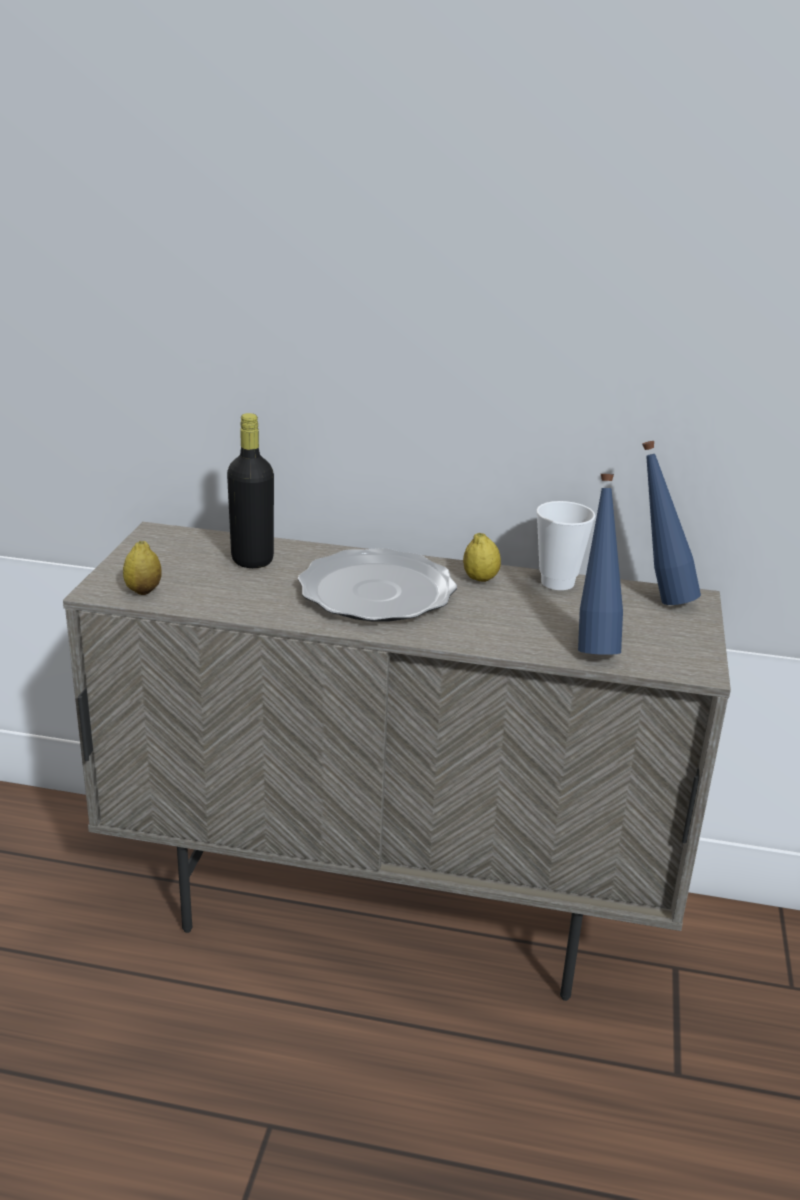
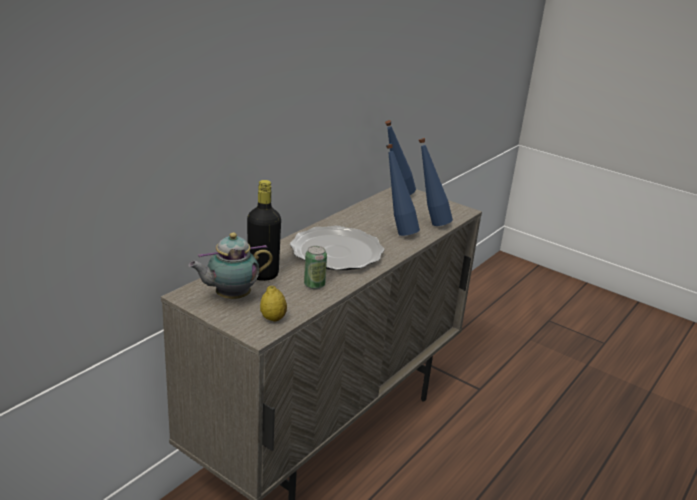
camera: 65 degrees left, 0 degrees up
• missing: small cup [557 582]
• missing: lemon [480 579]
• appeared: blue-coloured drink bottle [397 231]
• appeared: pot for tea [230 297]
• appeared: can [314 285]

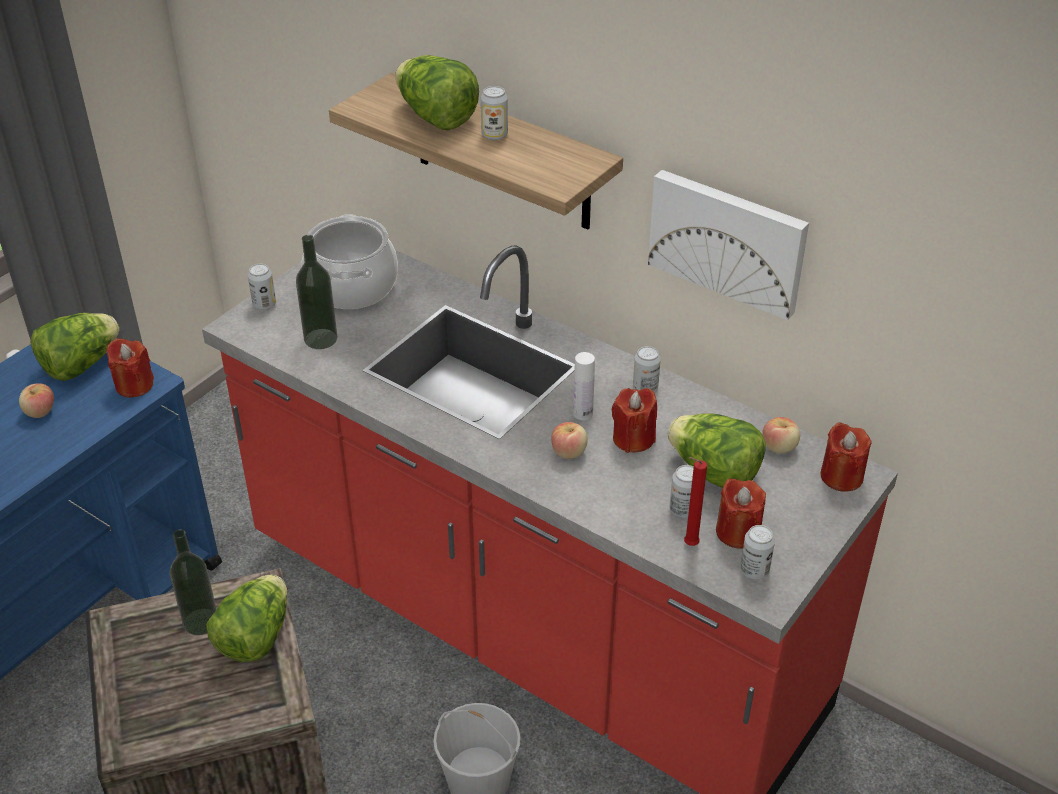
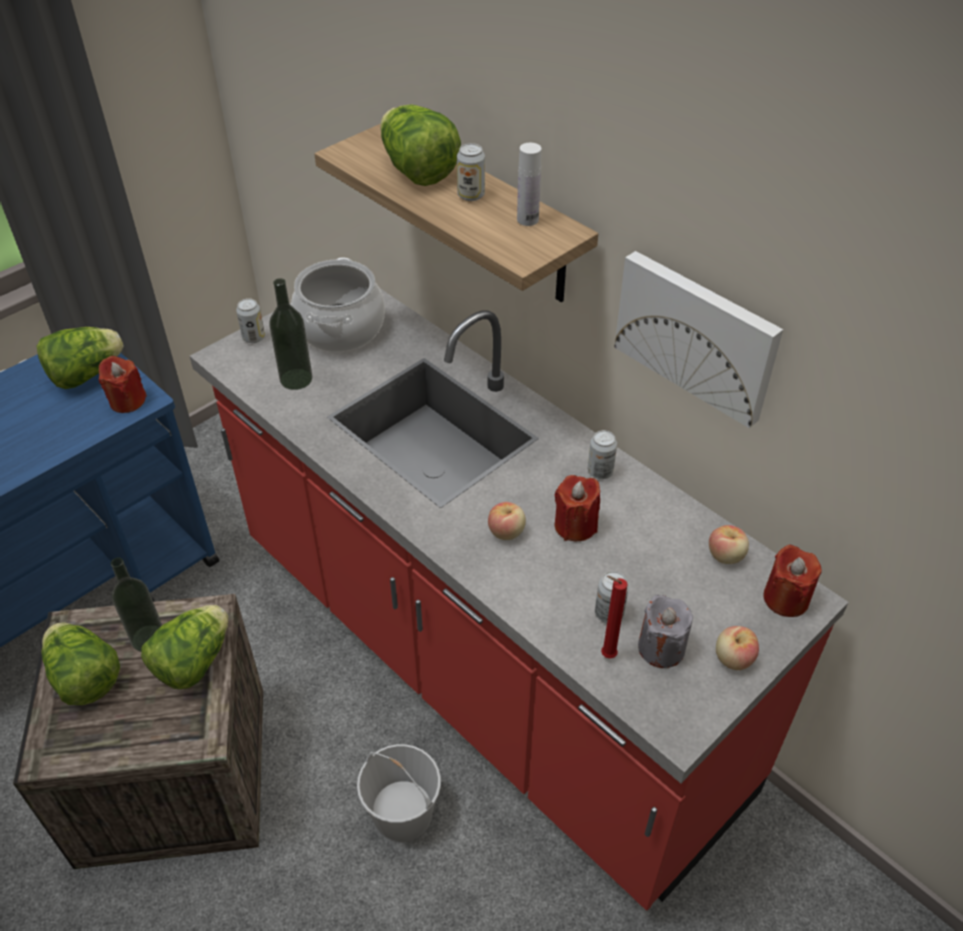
camera: 10 degrees right, 5 degrees up
• relocated: whitish drink bottle [582 413] to [527 220]
• relocated: apple fruit [40 412] to [733 659]
• relocated: lettuce head [714 473] to [85 678]
• colour: red wax candle [737 532] to grey wax candle [661 648]
• missing: can [754 570]

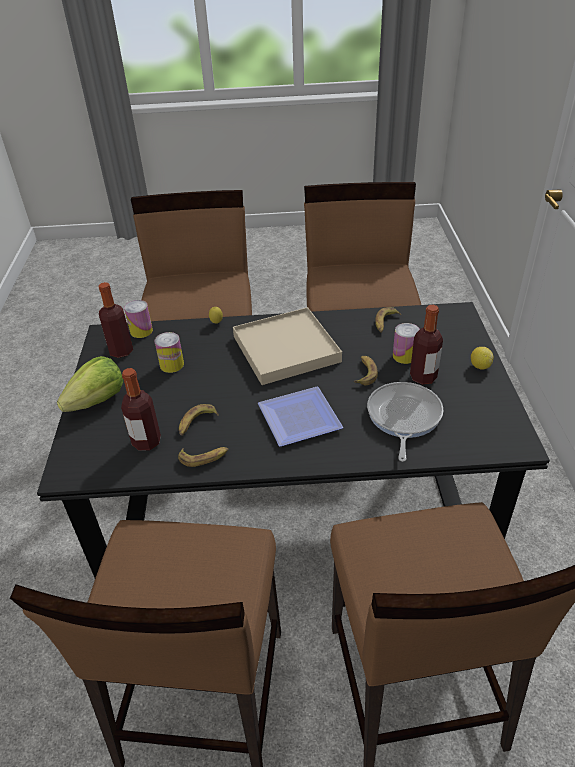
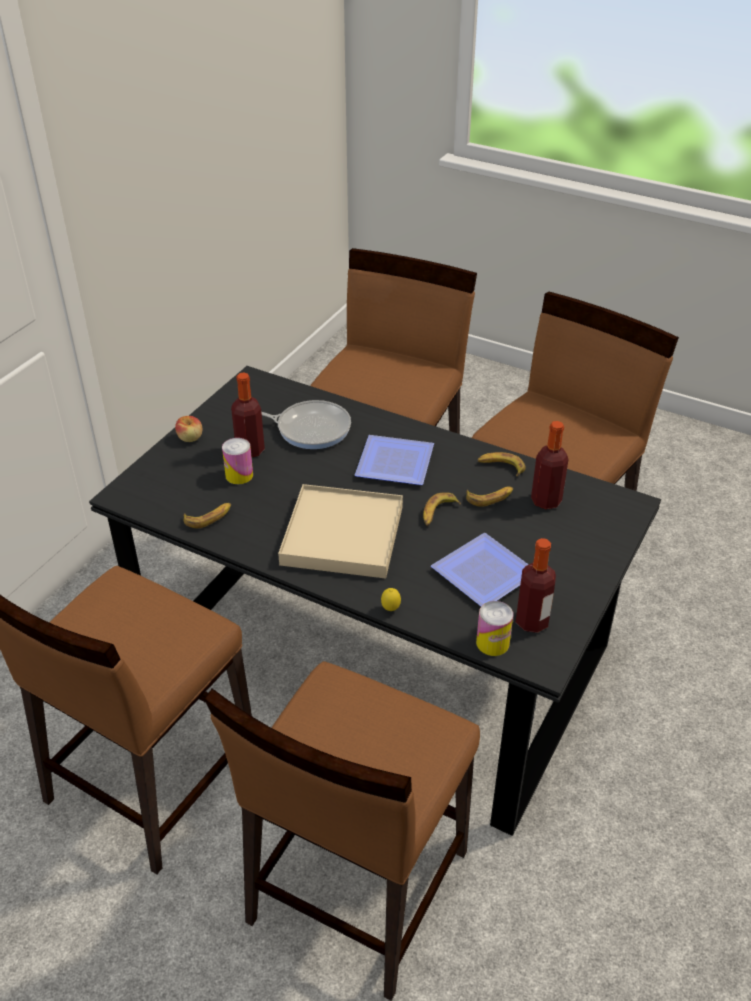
camera: 150 degrees left, 0 degrees up
• exchanged: can [172 365] to dinner plate [480 573]
• exchanged: lemon [480 366] to apple fruit [190 438]
• missing: lettuce head [98 400]
• relocated: banana [364 373] to [438 513]
• spun: skillet [403 417] = [309 428] 120 degrees counterclockwise

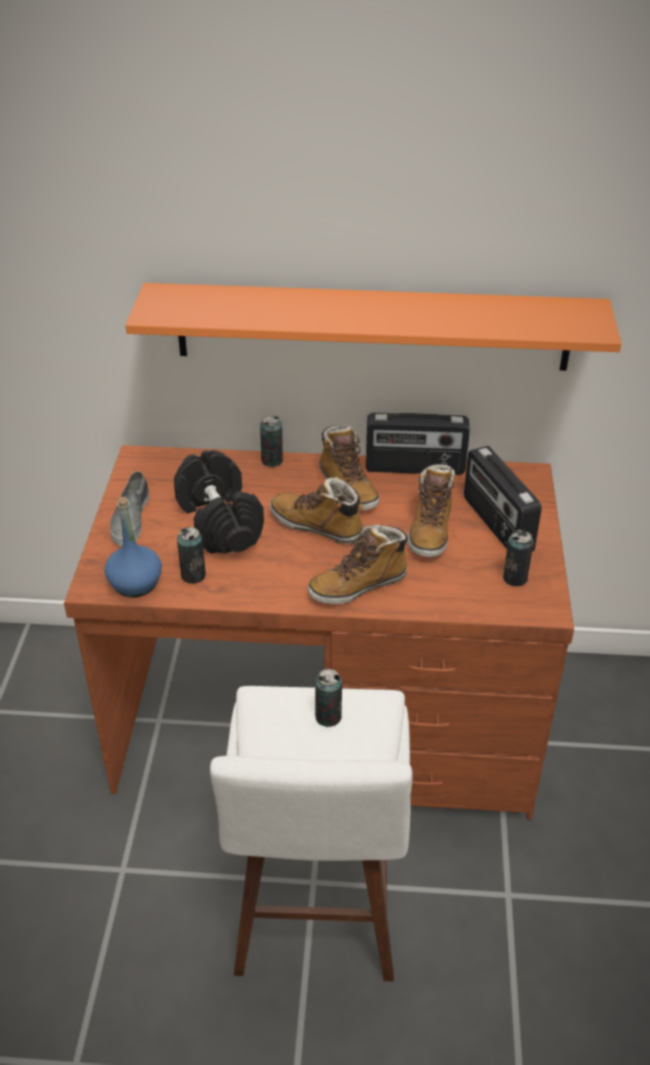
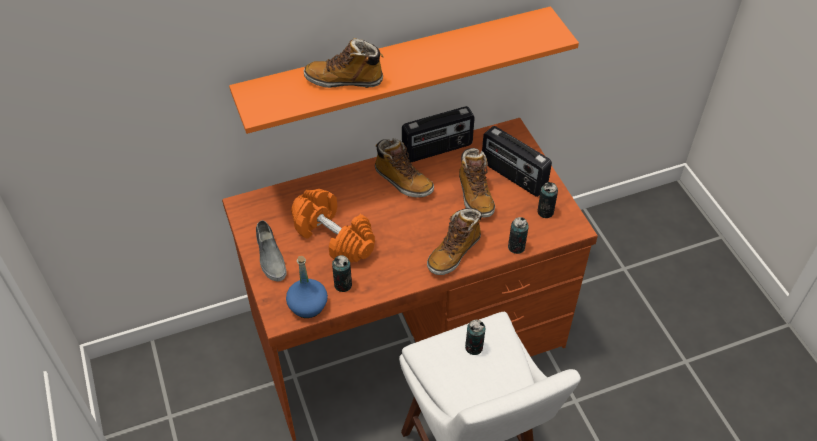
camera: 25 degrees left, 10 degrees up
• relocated: can [272 461] to [516 247]
• colour: blackish free weight [220 522] to orange-coloured free weight [334 237]
• relocated: boot [317 526] to [344 80]

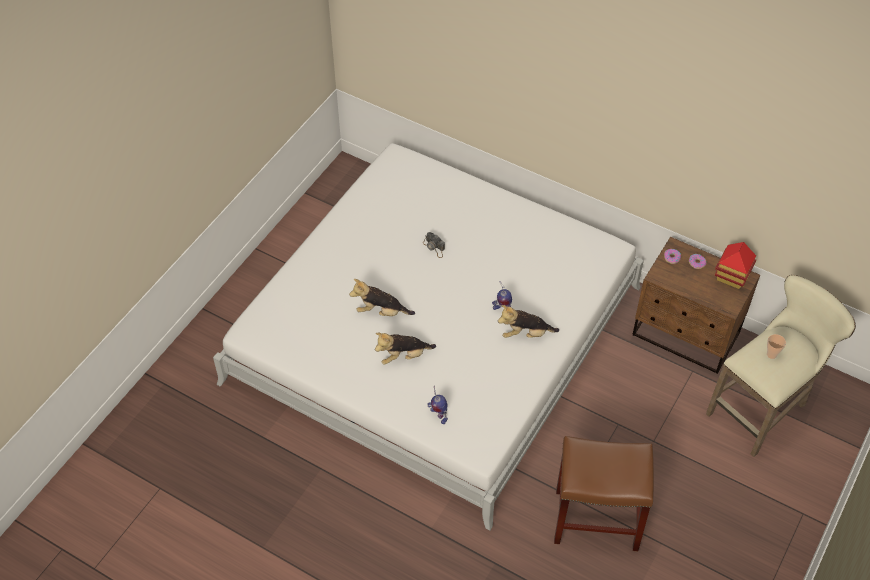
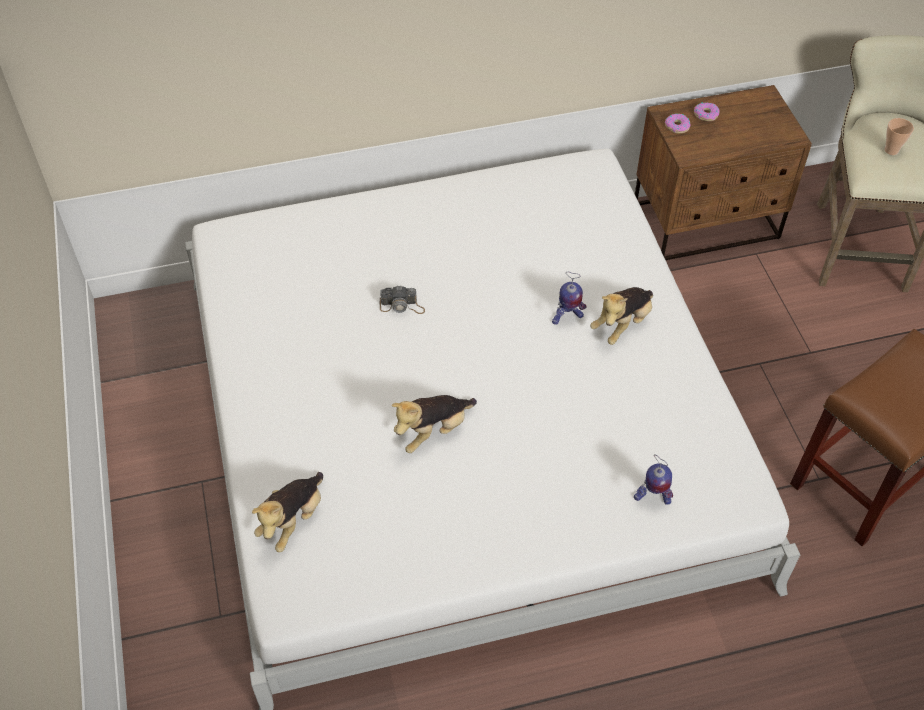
camera: 45 degrees left, 0 degrees up
• missing: miniature house [731 277]
• relocated: cuddly toy [403 356] to [293 520]

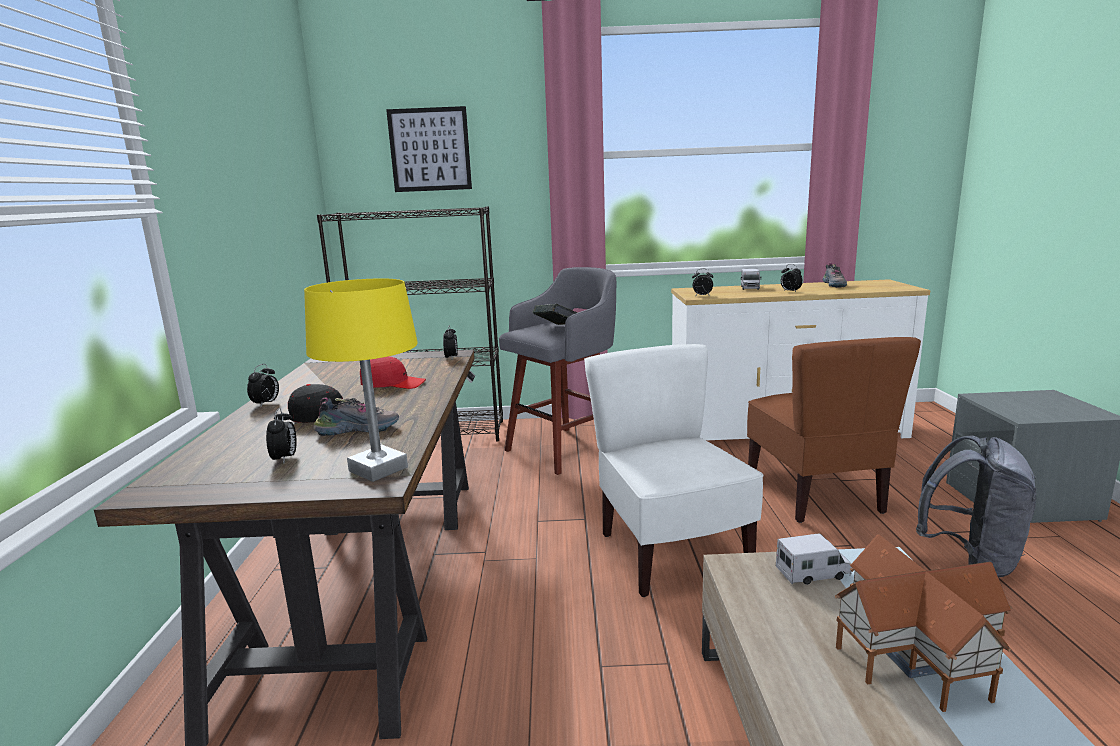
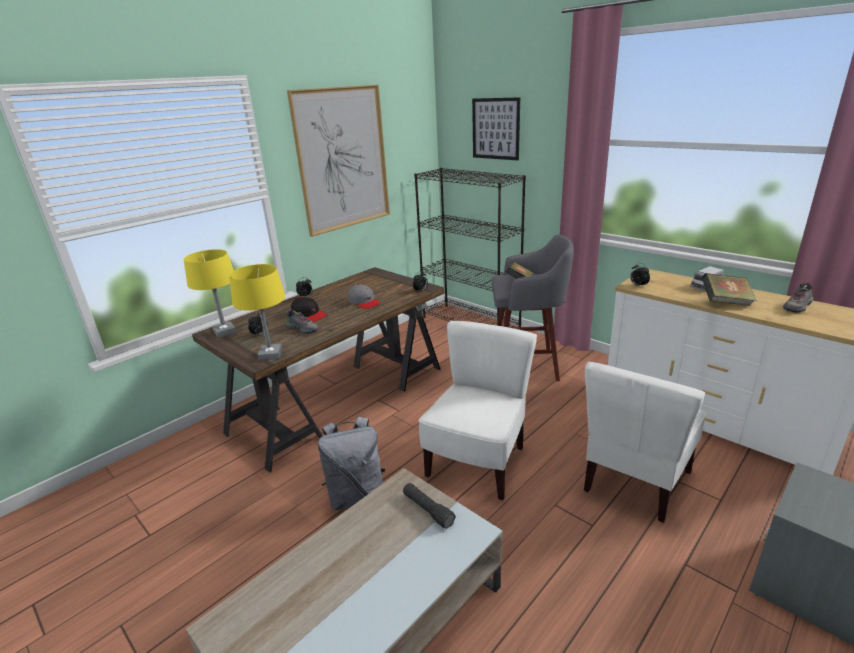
camera: 45 degrees right, 10 degrees up
• exchanged: alarm clock [790 291] to book [725 302]
• colour: brown chair [815 495] to whitish chair [635 481]
• colour: red baseball cap [392 384] to grey baseball cap [364 302]
• relocated: grey rucksack [970 559] to [356 496]
• exchanged: toy truck [813 573] to blackish flashlight [428 510]
• missing: miniature house [915 652]
• appeared: wall art [343 159]
• appeared: yellow lamp for a table [225 332]

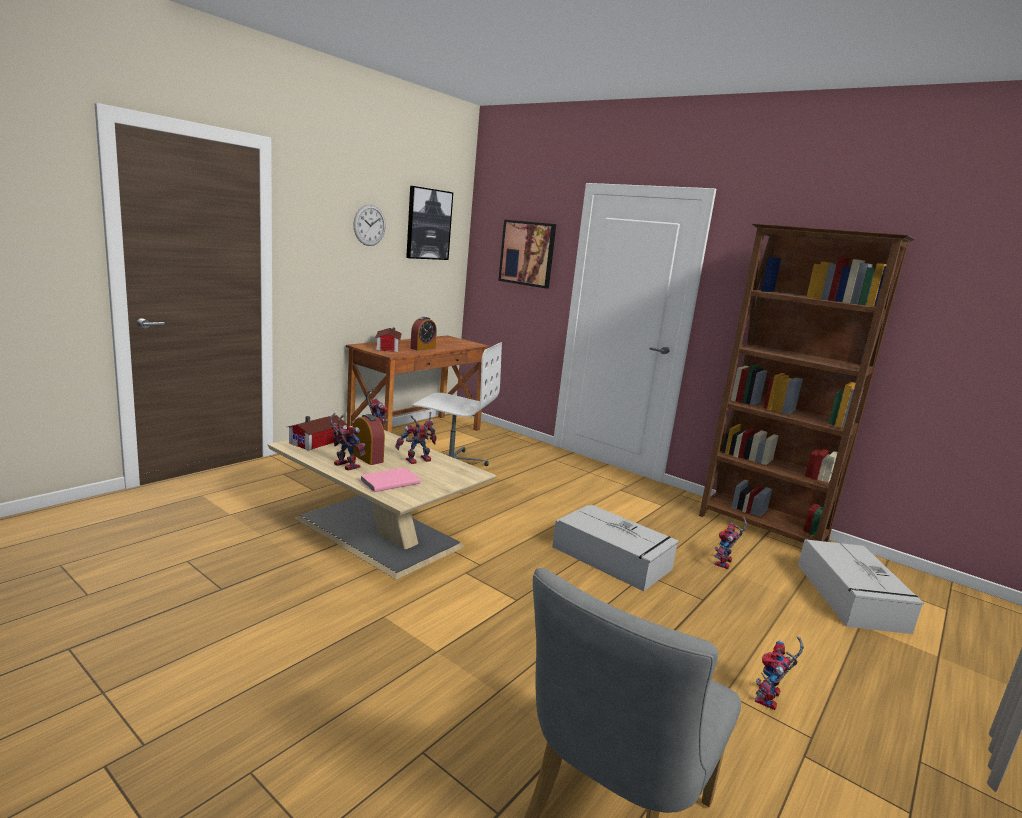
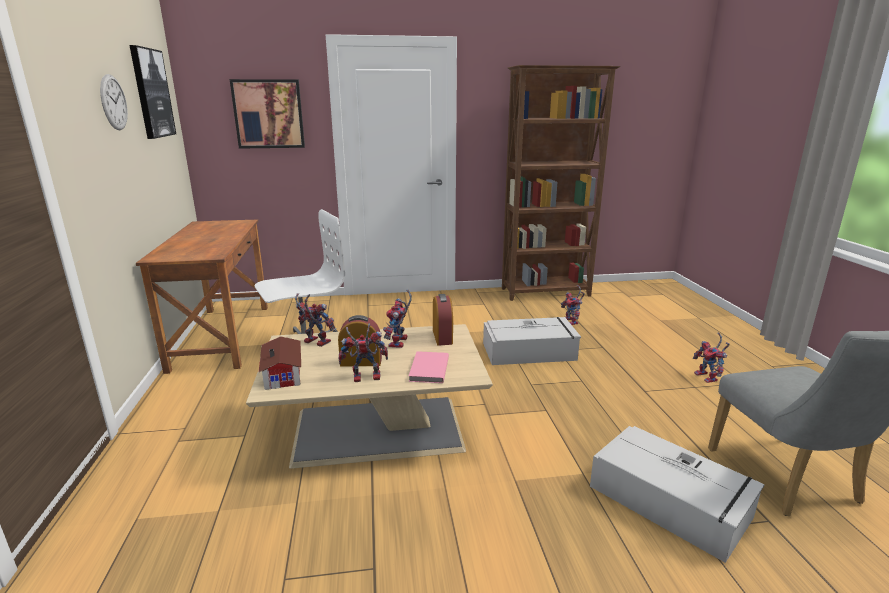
camera: 45 degrees left, 5 degrees up
• relocated: alarm clock [422 348] to [442 337]
• missing: miniature house [387 347]
• relocated: grey storage container [851 598] to [671 503]

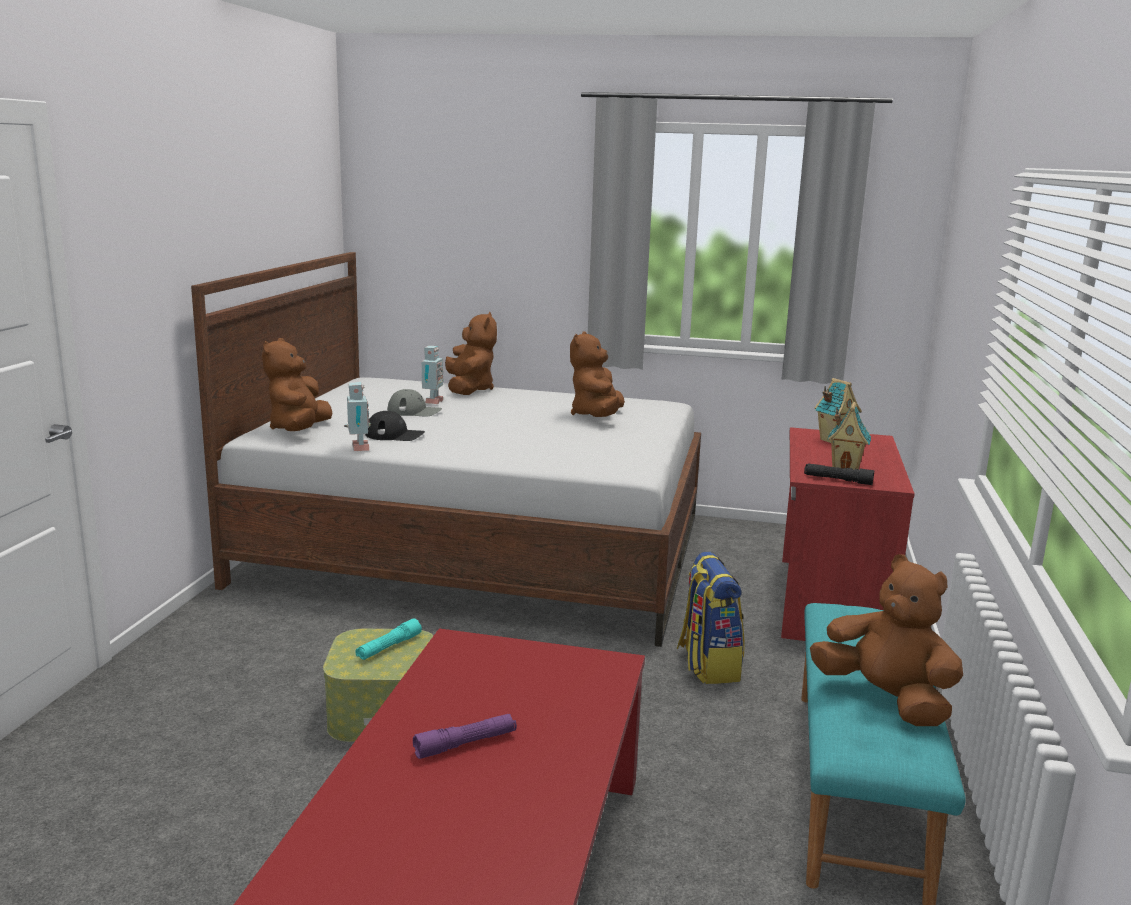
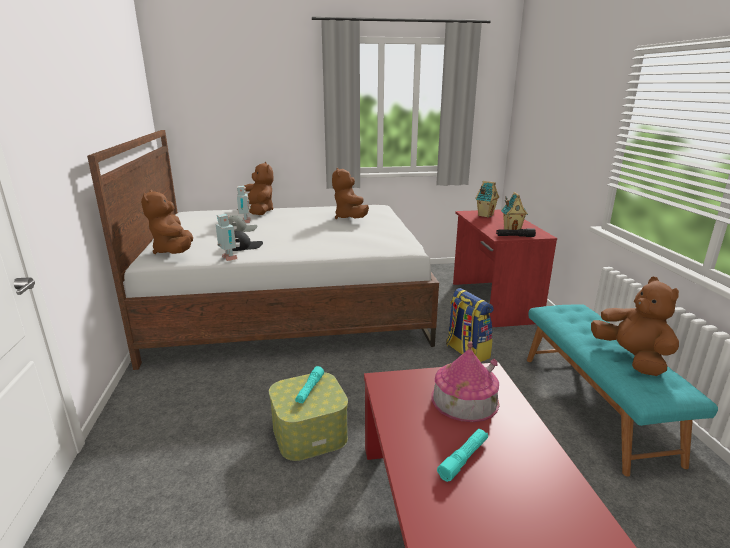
camera: 20 degrees left, 5 degrees up
• spun: brown cuddly toy [885 700] = [631 358] 45 degrees clockwise
• colour: purplish flashlight [465 744] to turquoise-coloured flashlight [463 459]
• appeared: miniature house [464 400]

